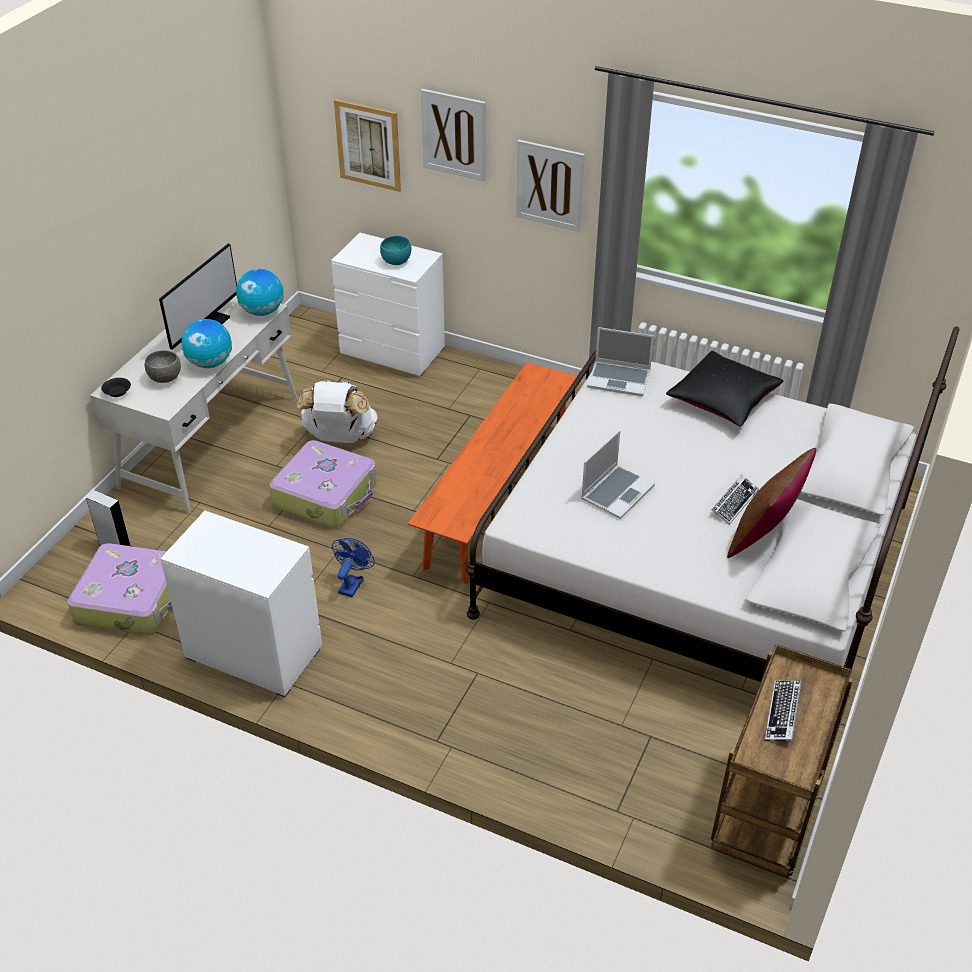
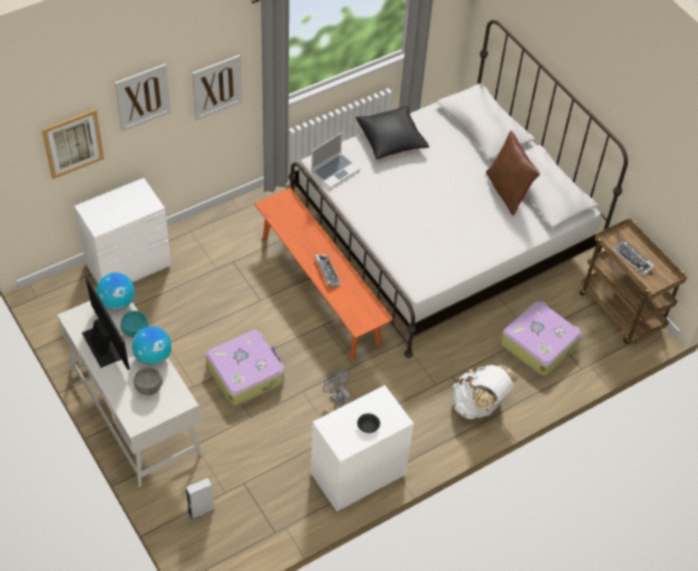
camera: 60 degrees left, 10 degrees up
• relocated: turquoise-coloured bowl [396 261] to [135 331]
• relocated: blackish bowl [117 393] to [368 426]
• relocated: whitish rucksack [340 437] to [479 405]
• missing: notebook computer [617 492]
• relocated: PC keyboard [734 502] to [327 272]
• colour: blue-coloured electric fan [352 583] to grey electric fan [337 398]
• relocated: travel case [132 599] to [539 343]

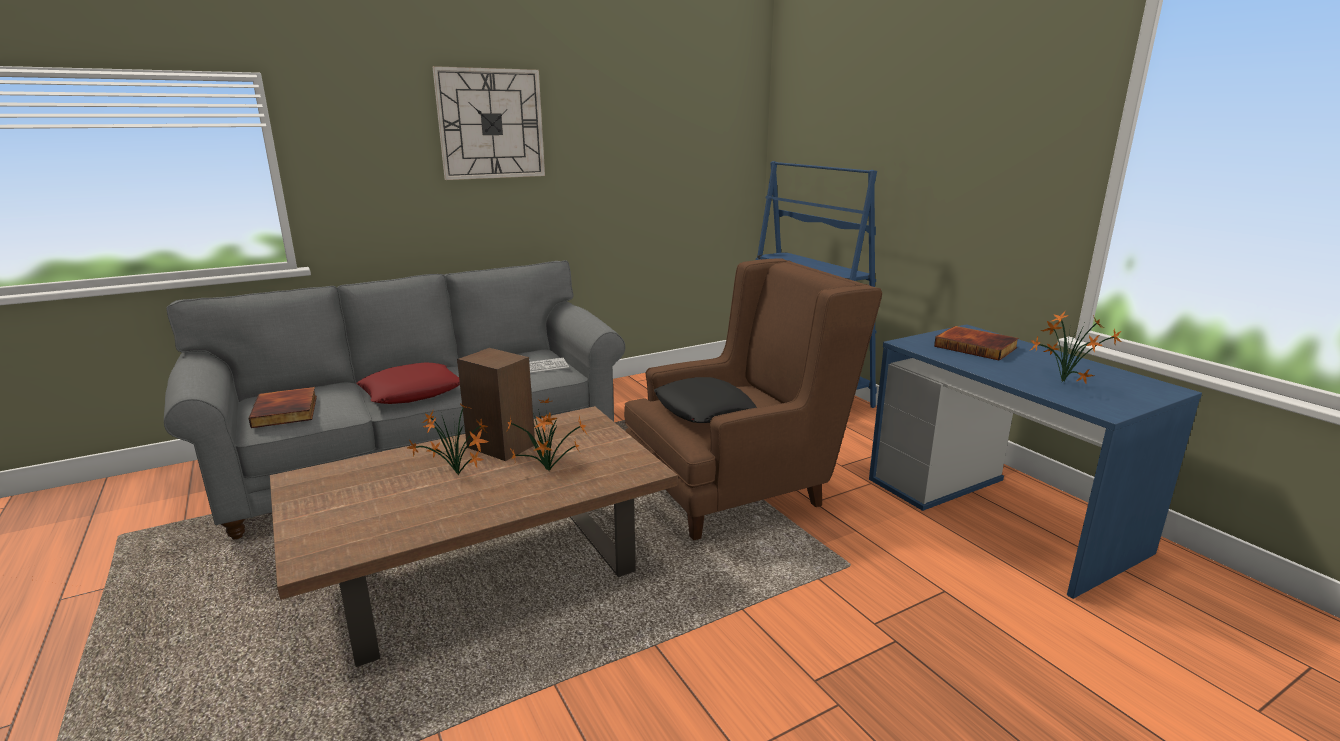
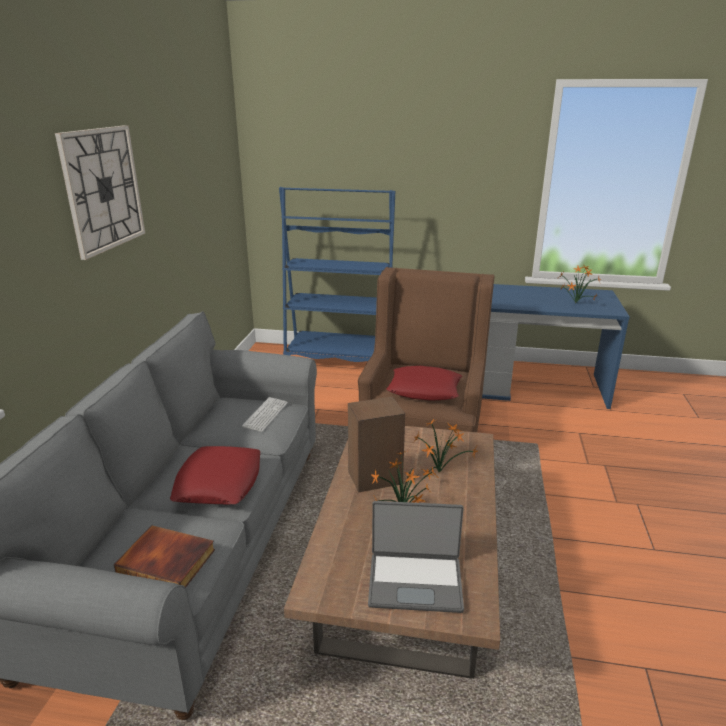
camera: 50 degrees left, 5 degrees up
• missing: book [976 347]
• colour: blackish cushion [704 409] to red cushion [424 390]
• appeared: notebook computer [415 581]

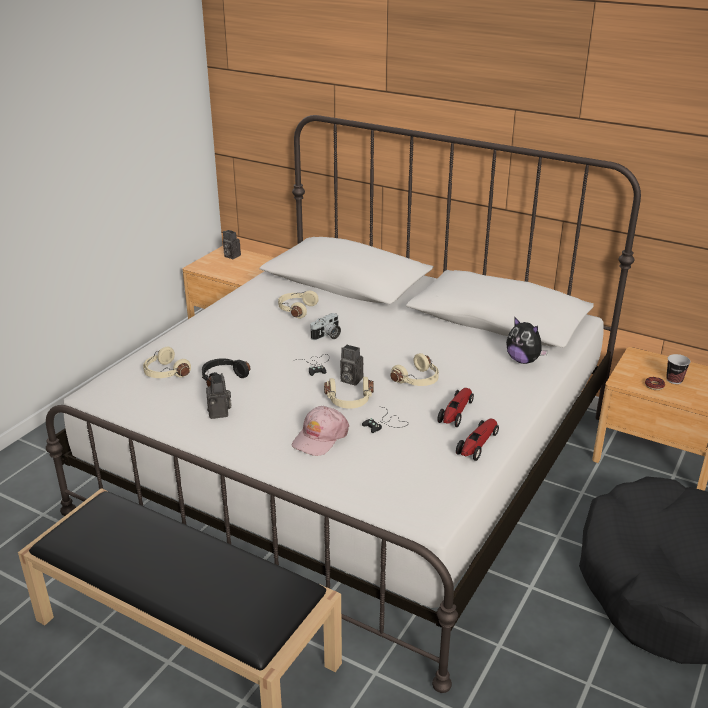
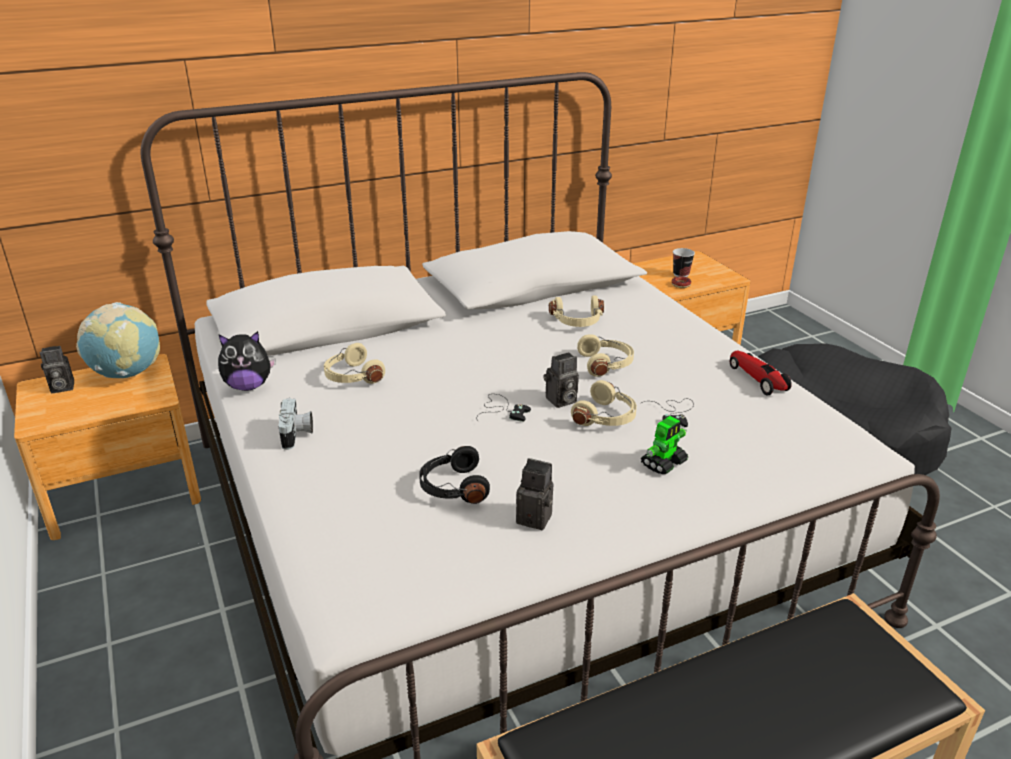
camera: 55 degrees left, 0 degrees up
• relocated: photo camera [327 336] to [297 434]
• relocated: cuddly toy [523 360] to [248 386]
• relocated: beige pair of headphones [165 373] to [577 322]
• missing: miniature car [456 413]
• exchanged: pink-coloured baseball cap [320 437] to model robot [664 463]
• appeared: desk globe [127 373]

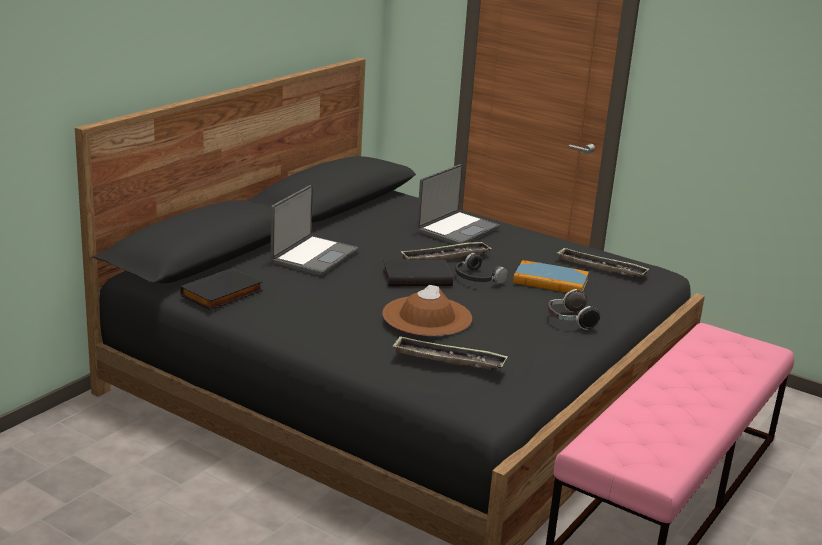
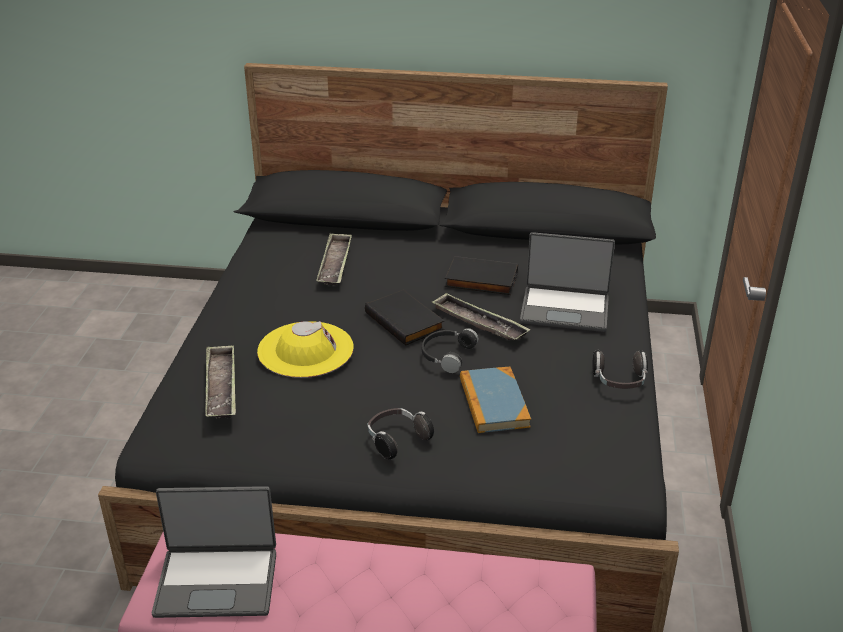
camera: 65 degrees right, 10 degrees up
• relocated: notebook computer [313 257] to [217 581]
• relocated: tray [601 268] to [335 264]
• relocated: blackish book [222 294] to [480 280]
• colour: brown clothing hat [427 316] to yellow clothing hat [305 350]
• appeared: pair of headphones [619 382]

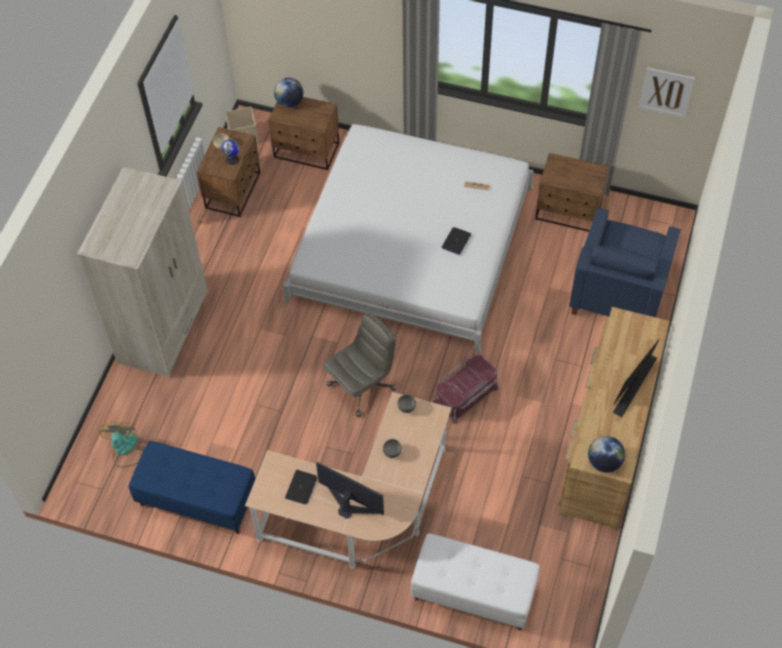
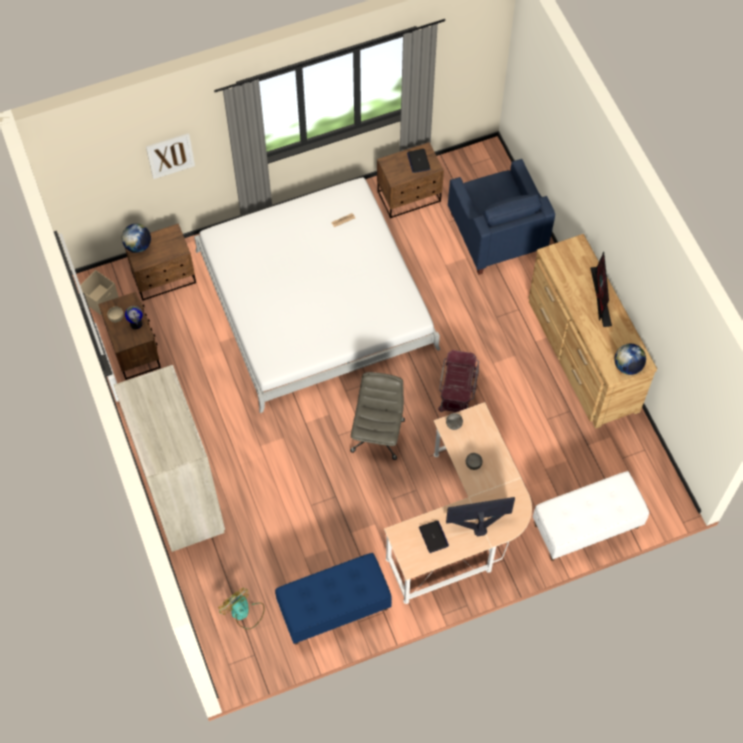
camera: 40 degrees left, 5 degrees up
• relocated: wall art [666 92] to [170 155]
• relocated: notebook computer [456 241] to [418 161]

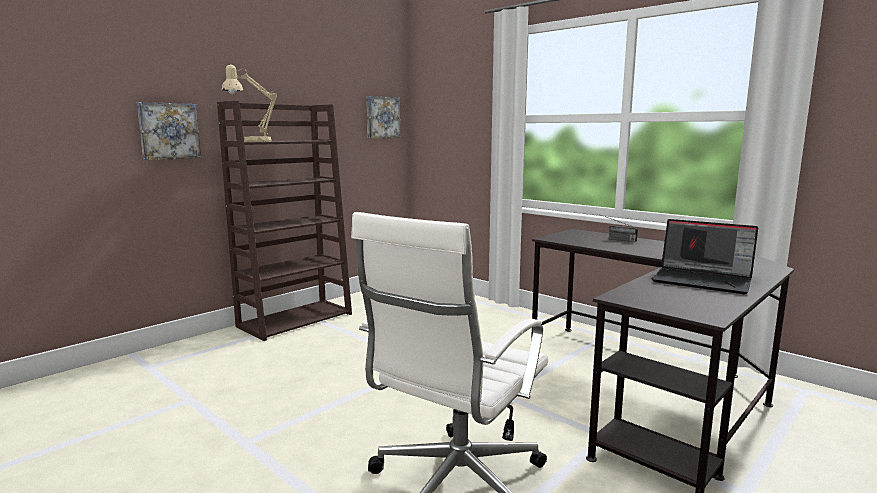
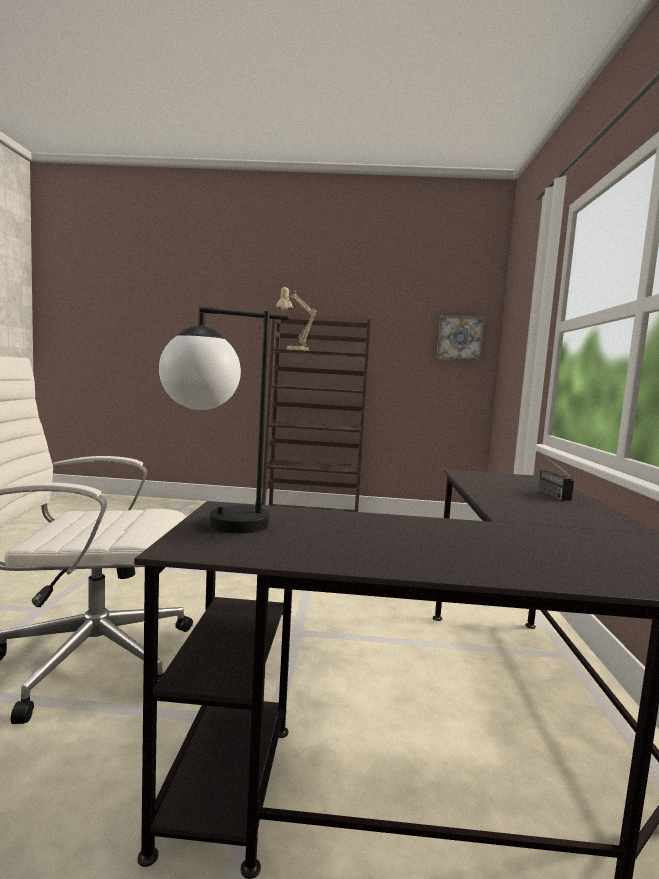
camera: 50 degrees right, 5 degrees down
• missing: wall art [169 131]
• missing: notebook computer [703 280]
• appeared: lamp for a table [214 525]

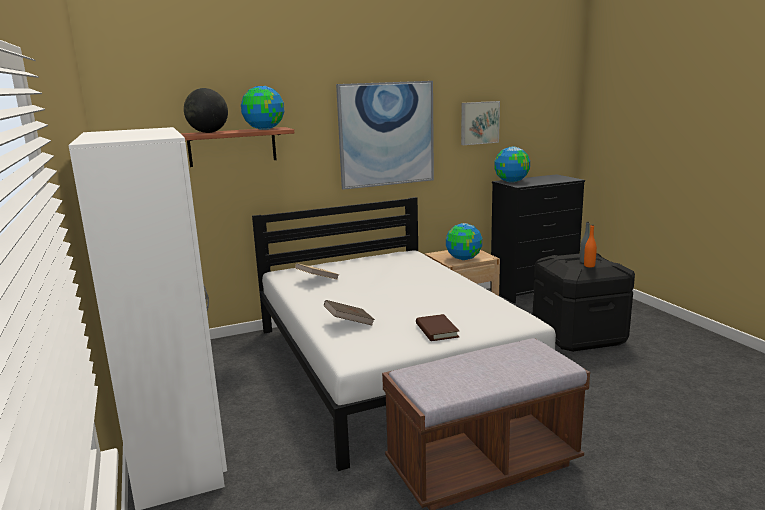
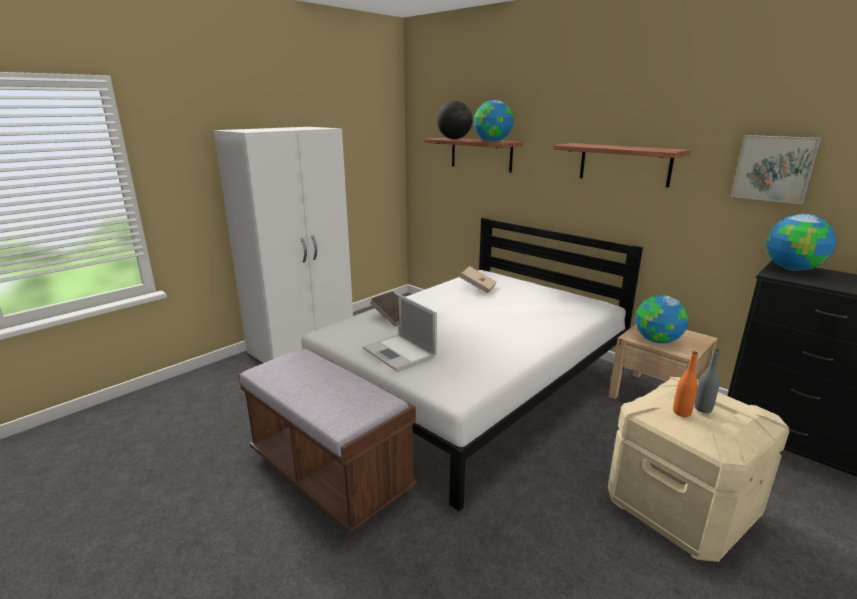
camera: 65 degrees right, 5 degrees up
• exchanged: wall art [386 134] to bracket shelf [624 164]
• colour: blackish storage container [578 335] to beige storage container [681 509]
• exchanged: brown book [436 330] to notebook computer [400 353]

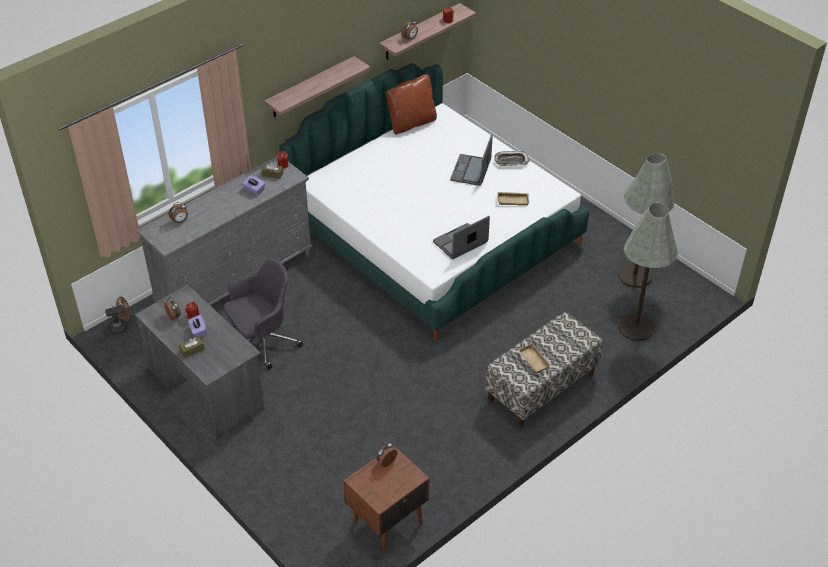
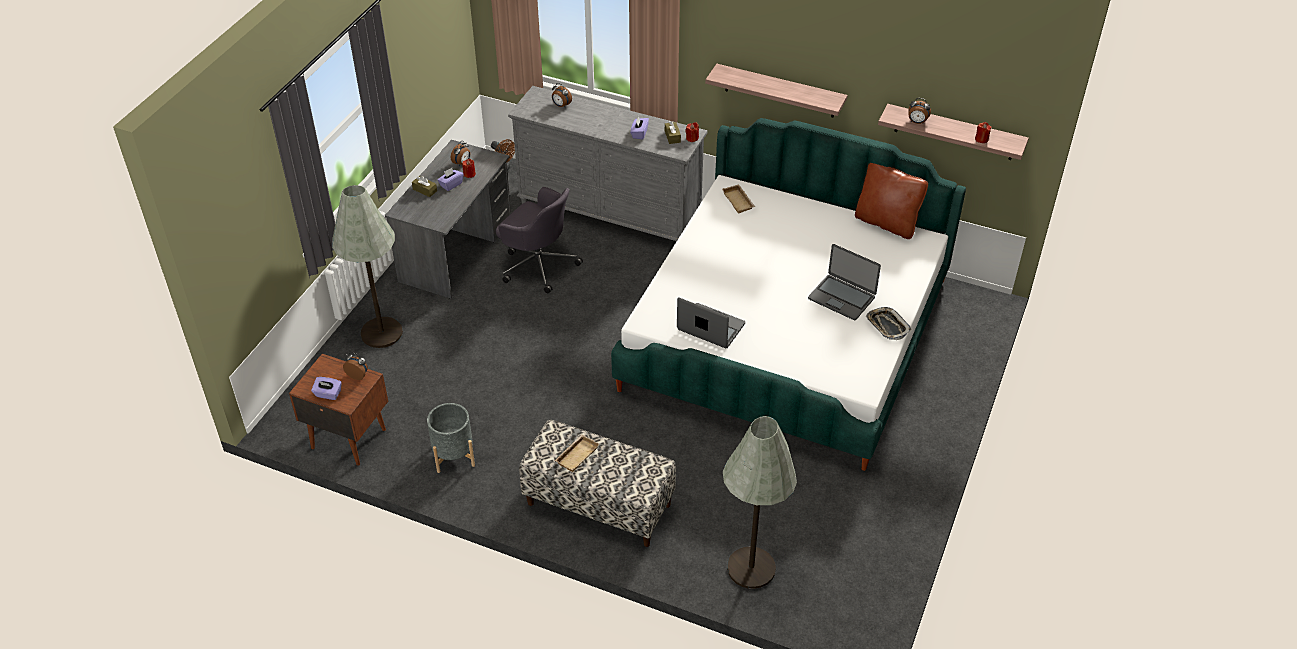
camera: 65 degrees right, 0 degrees up
• spun: notebook computer [471 171] = [842 297] 135 degrees counterclockwise
• relocated: grey floor lamp [635 275] to [381 333]
• relocated: beige tray [513 200] to [739 201]
• appeared: purplish tissue holder [328 394]
• appeared: grey plant pot [453 455]

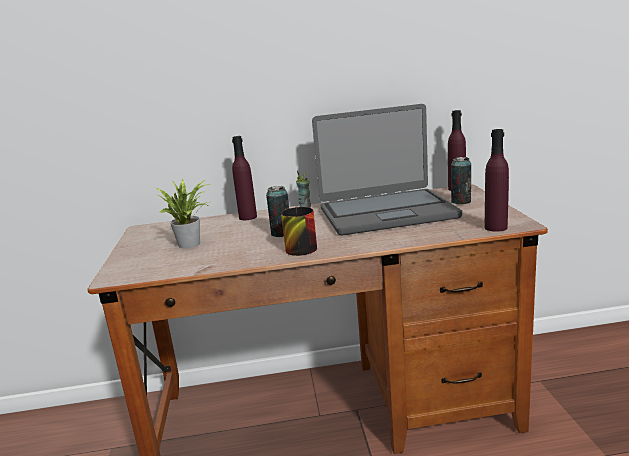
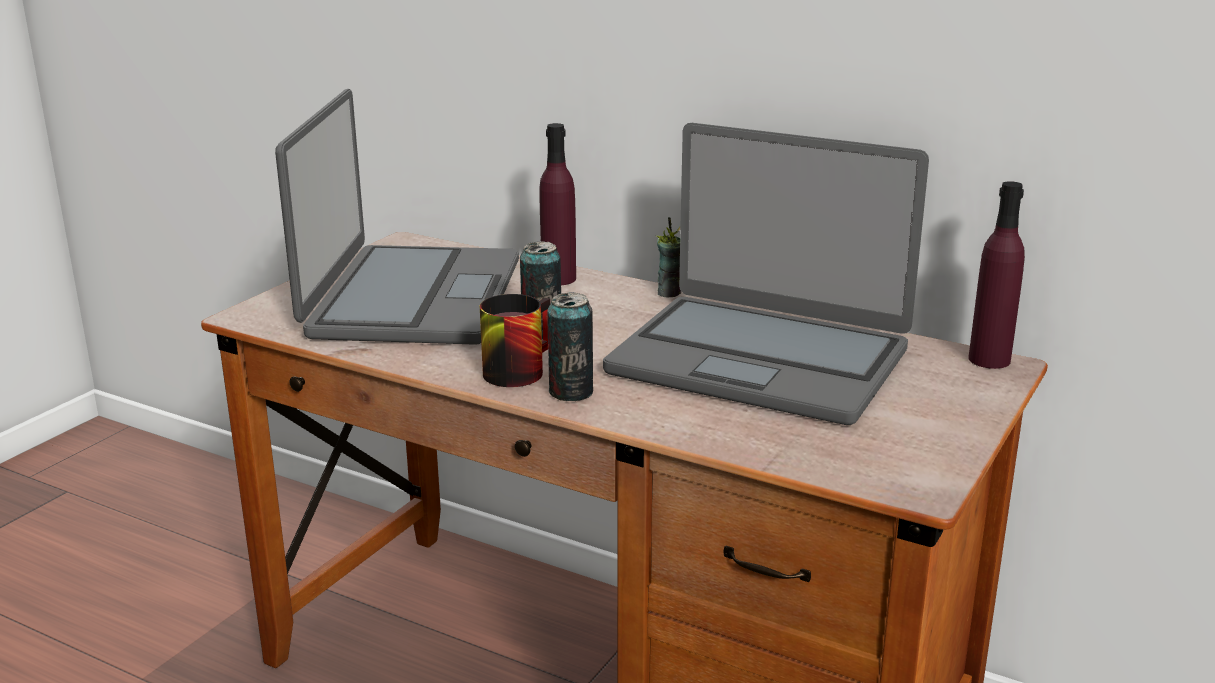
camera: 35 degrees right, 5 degrees up
• missing: purplish drink bottle [495 227]
• relocated: can [461 201] to [571 392]
• exchanged: plant in a pot [192 243] to notebook computer [412 298]

